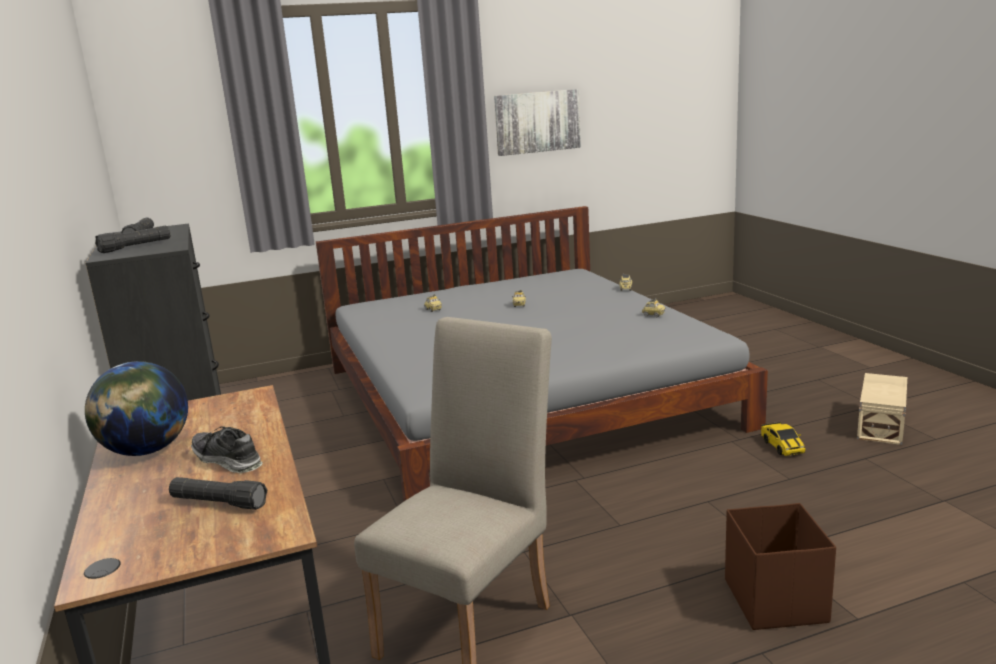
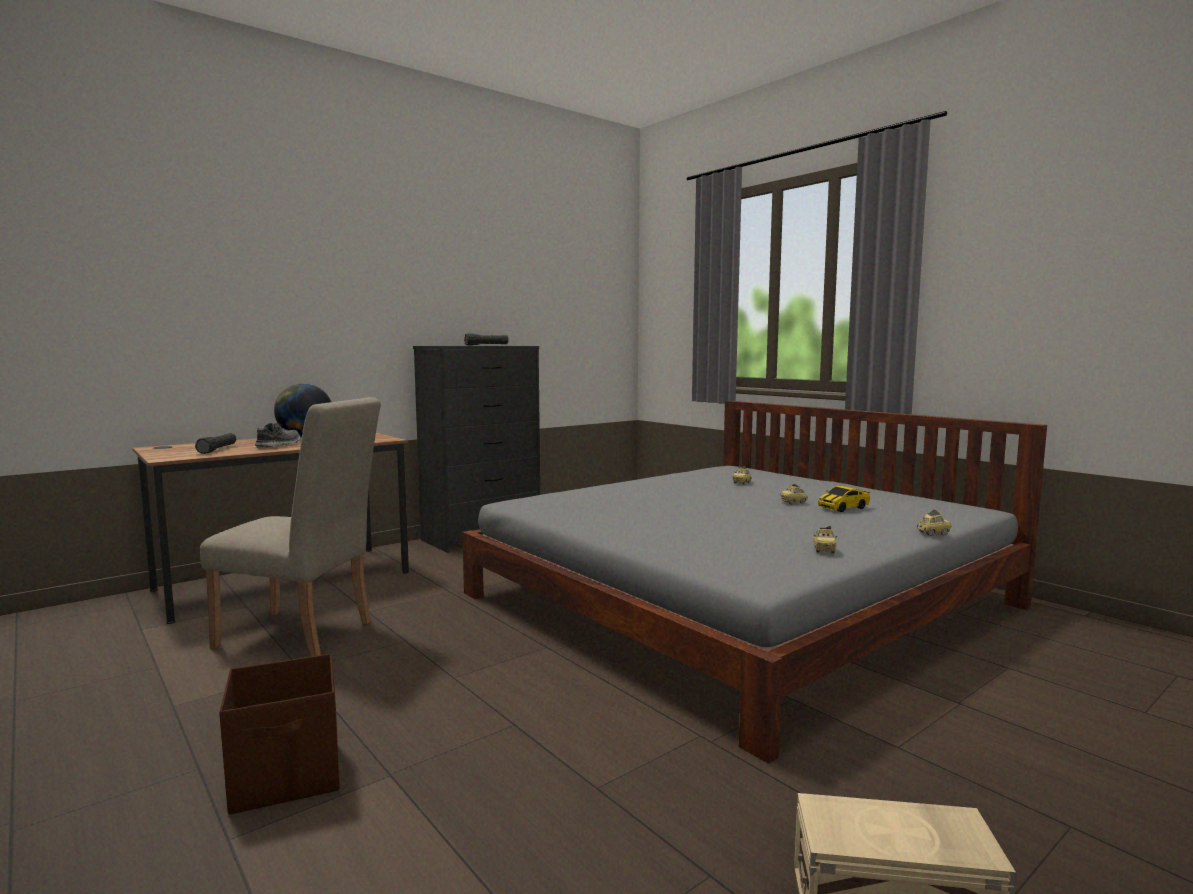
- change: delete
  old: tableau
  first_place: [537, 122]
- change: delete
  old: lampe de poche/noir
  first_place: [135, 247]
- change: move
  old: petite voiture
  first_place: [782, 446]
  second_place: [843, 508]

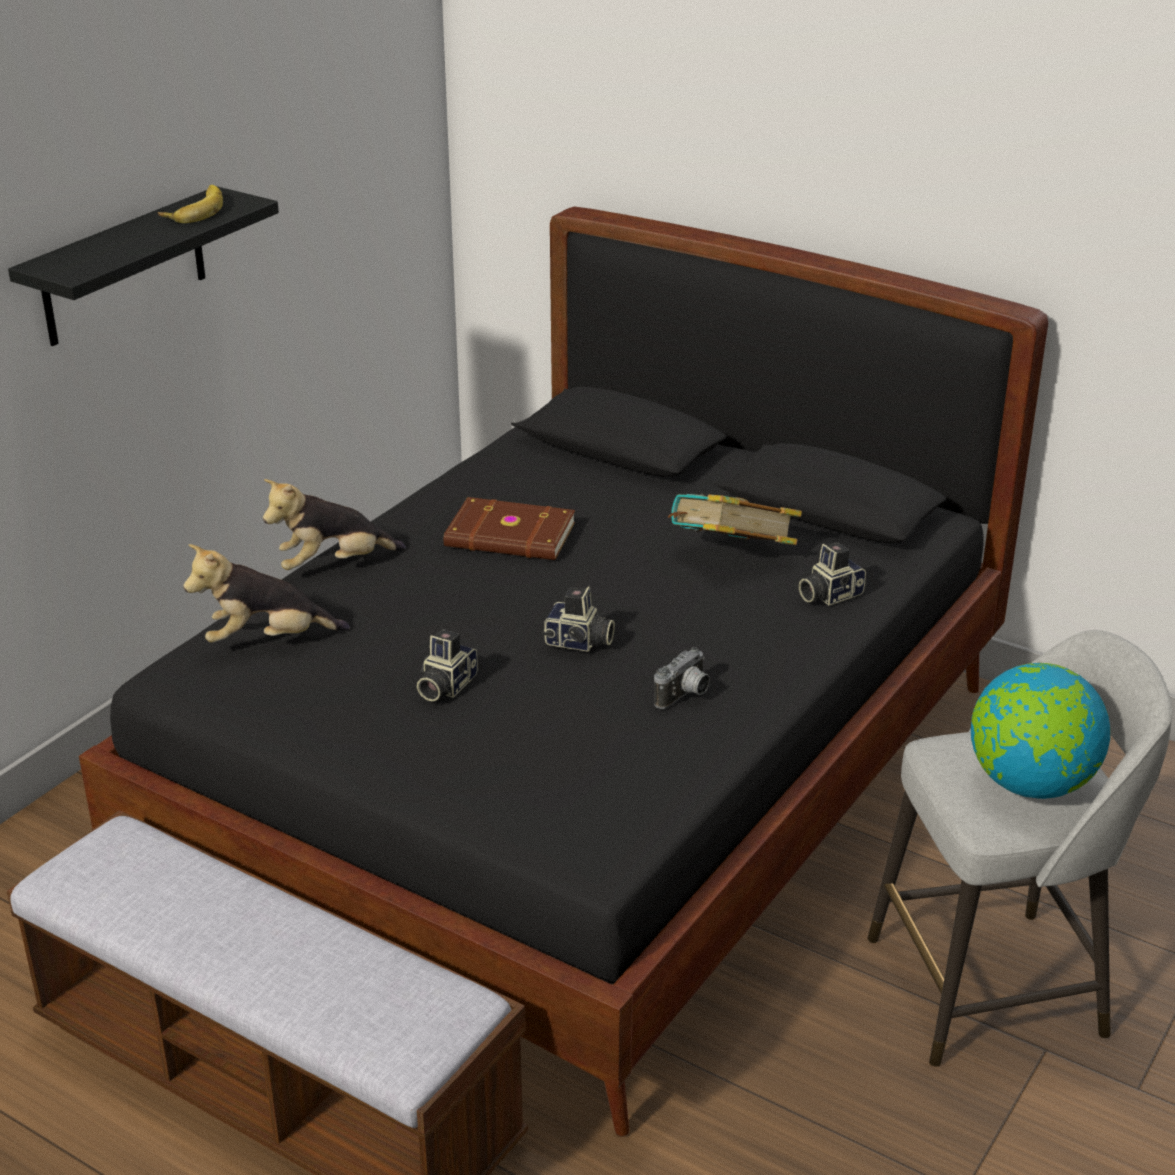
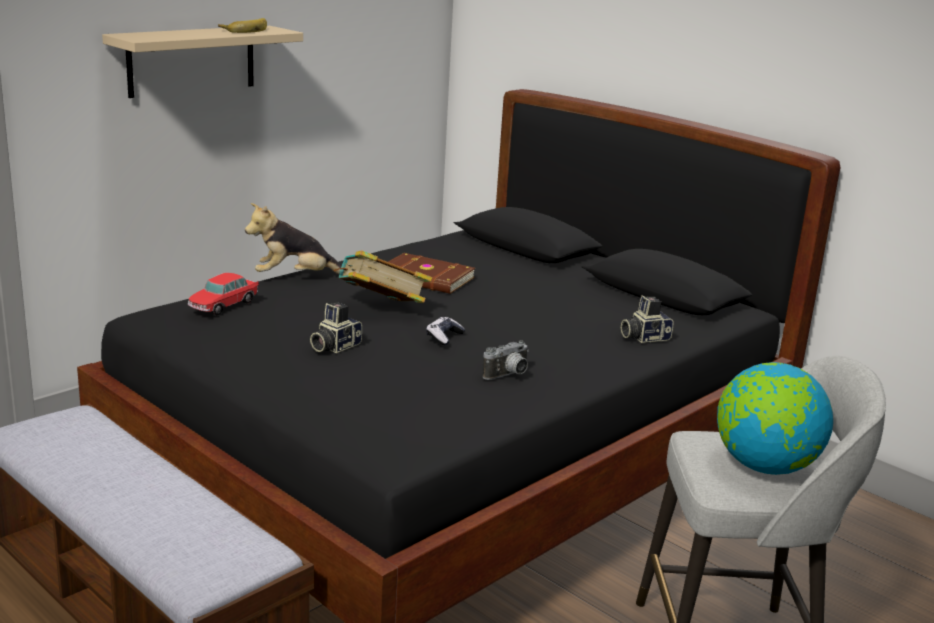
- change: recolor
  old: étagère/noir
  new: étagère/beige
  first_place: [124, 268]
  second_place: [192, 60]
- change: move
  old: livre
  first_place: [731, 557]
  second_place: [380, 310]
- change: replace
  old: peluche
  new: petite voiture
  first_place: [267, 640]
  second_place: [223, 305]
- change: replace
  old: appareil photo
  new: manette
  first_place: [579, 642]
  second_place: [444, 337]

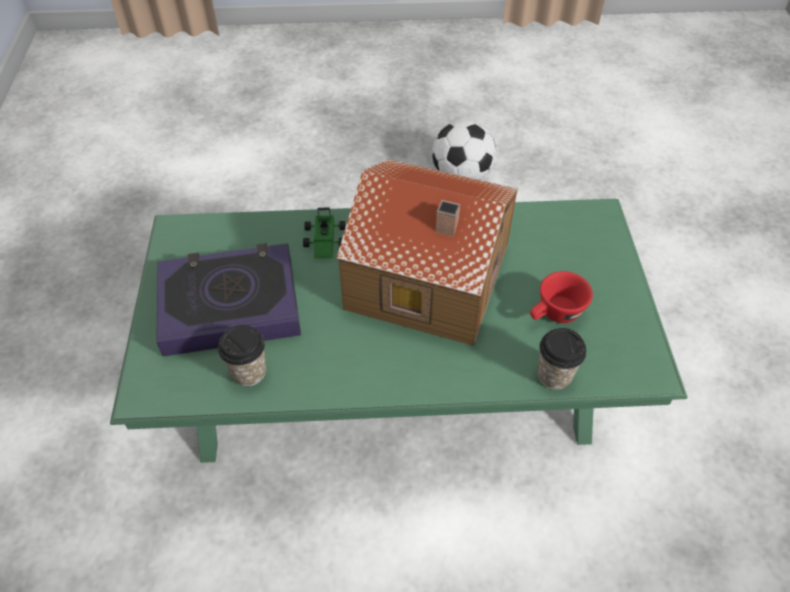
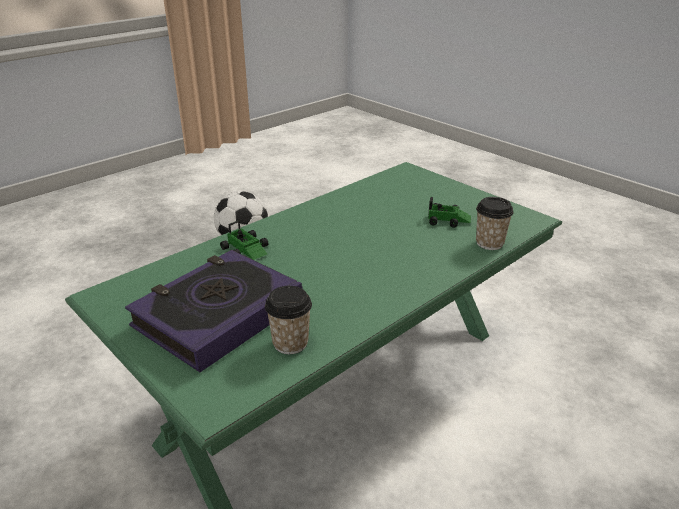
- change: delete
  old: maison miniature
  first_place: [429, 280]
- change: replace
  old: tasse/rouge
  new: petite voiture
  first_place: [555, 314]
  second_place: [449, 218]

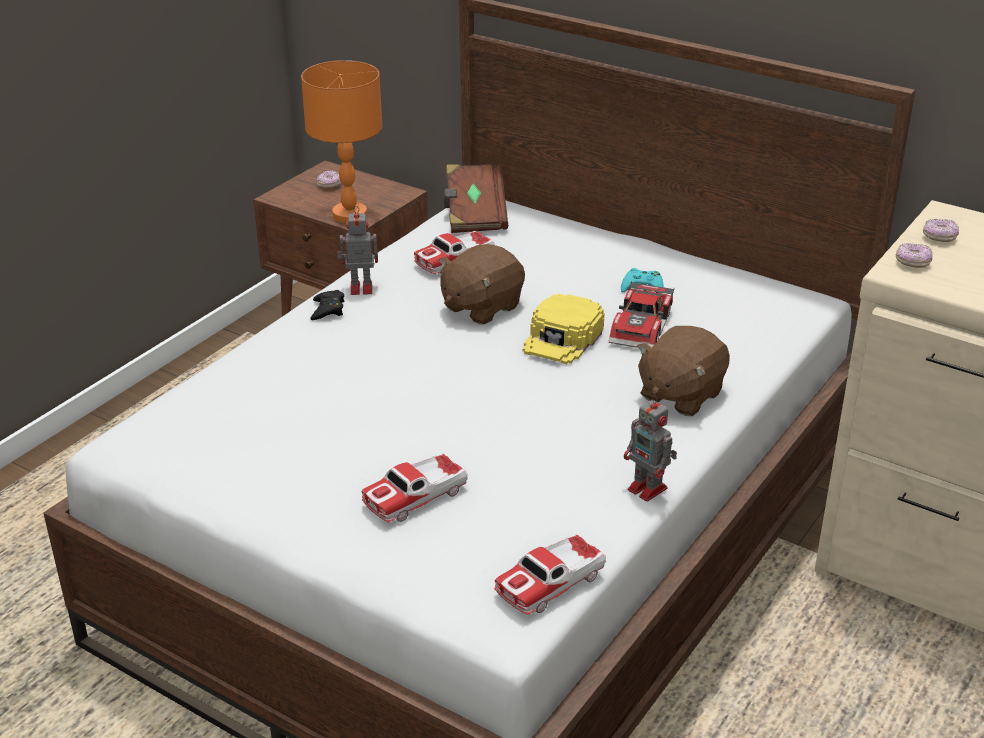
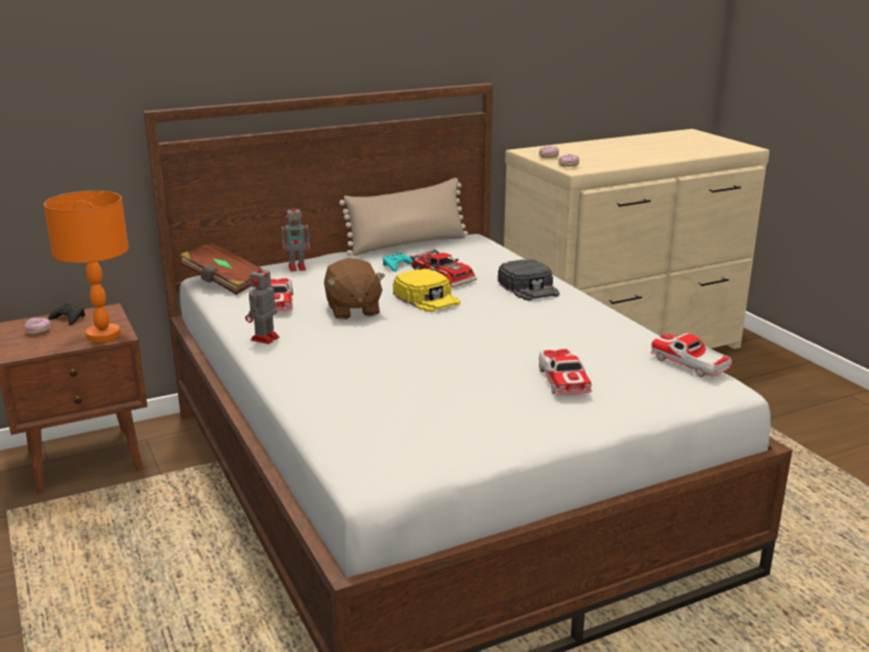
- change: move
  old: manette/noir
  first_place: [328, 309]
  second_place: [68, 318]
- change: replace
  old: peluche/marron
  new: casquette/noir
  first_place: [680, 395]
  second_place: [529, 287]
- change: move
  old: robot jouet
  first_place: [649, 489]
  second_place: [298, 267]
- change: rotate
  old: petite voiture
  first_place: [550, 583]
  second_place: [689, 364]
  degrees: 150
- change: insert
  new: coussin/beige
  second_place: [407, 244]

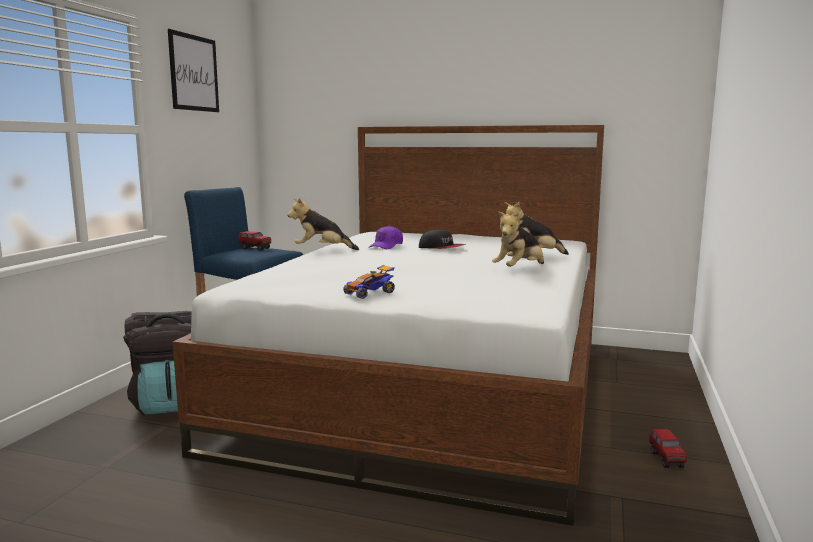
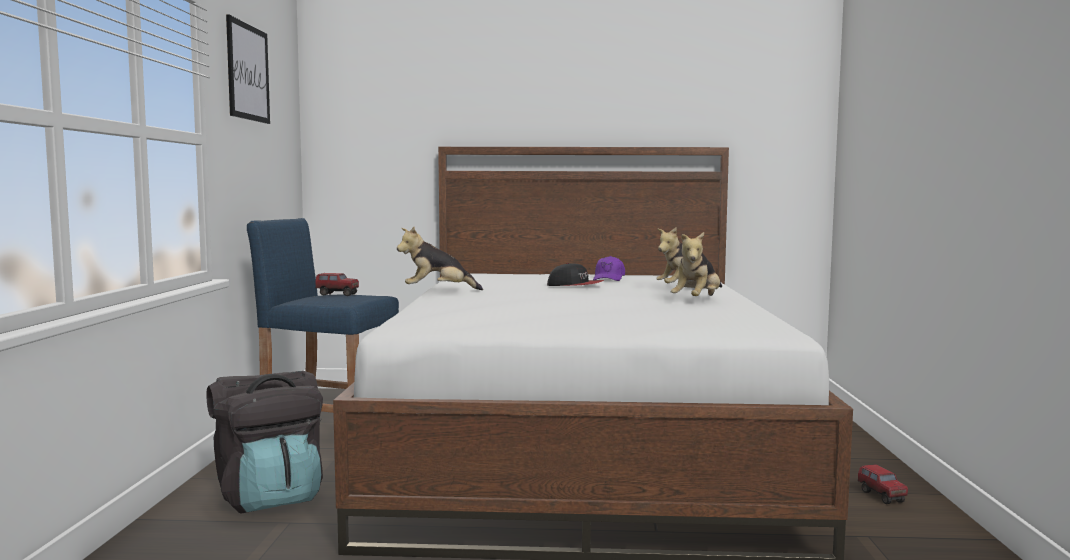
- change: move
  old: casquette/violet
  first_place: [386, 246]
  second_place: [609, 278]
- change: delete
  old: petite voiture
  first_place: [370, 293]

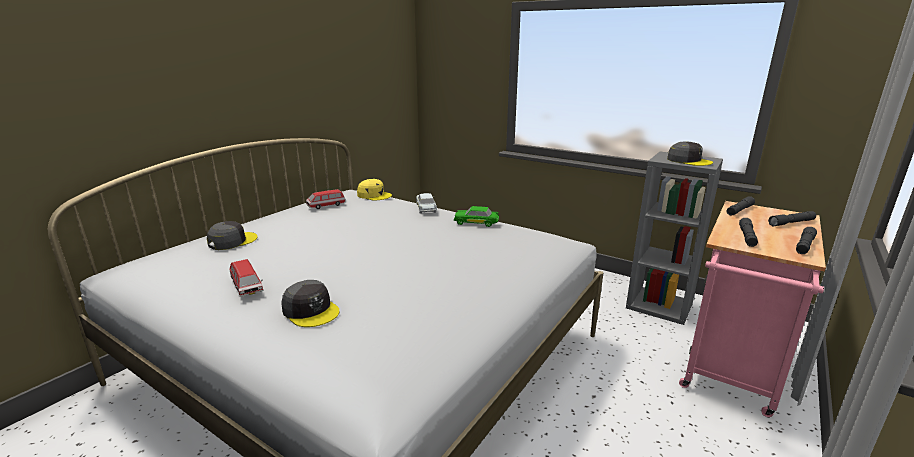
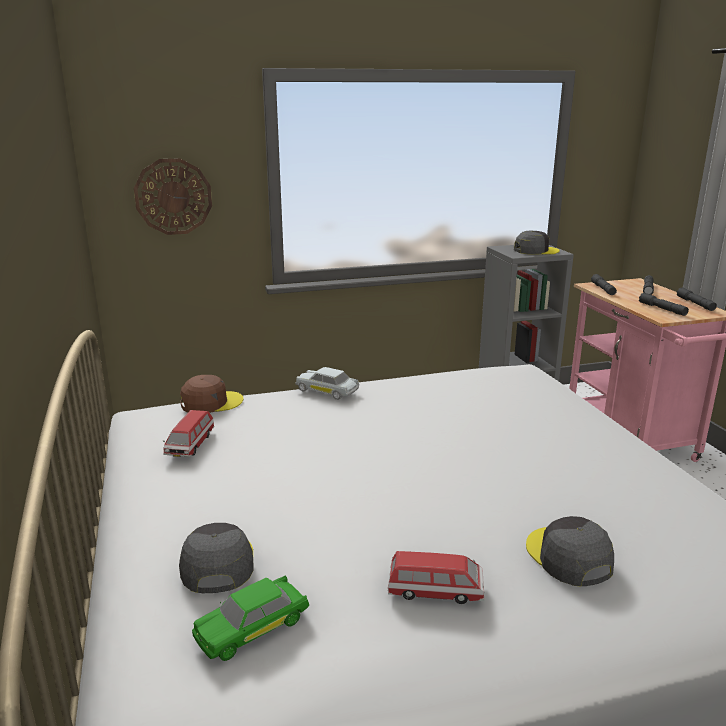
- change: recolor
  old: casquette/jaune
  new: casquette/marron
  first_place: [374, 195]
  second_place: [211, 402]
- change: move
  old: petite voiture/vert
  first_place: [476, 222]
  second_place: [253, 628]
- change: rotate
  old: casquette/gris
  first_place: [311, 310]
  second_place: [568, 557]
  degrees: -105
- change: insert
  new: horloge murale
  second_place: [173, 197]

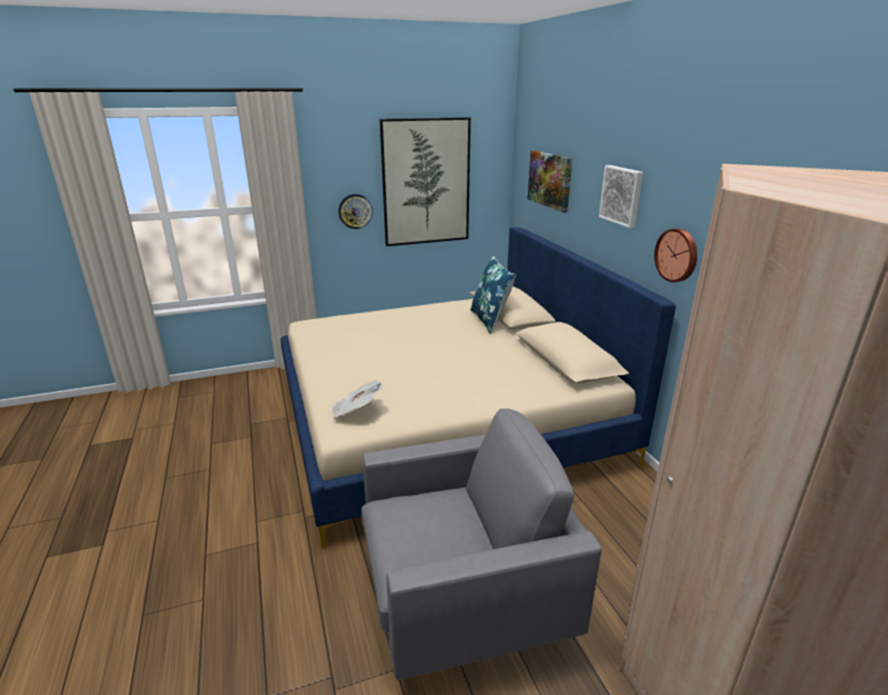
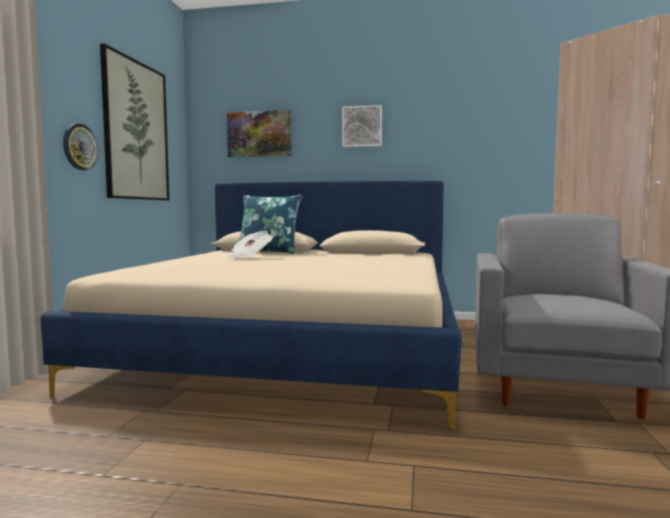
- change: delete
  old: horloge murale
  first_place: [677, 255]
- change: move
  old: journal
  first_place: [356, 411]
  second_place: [249, 257]

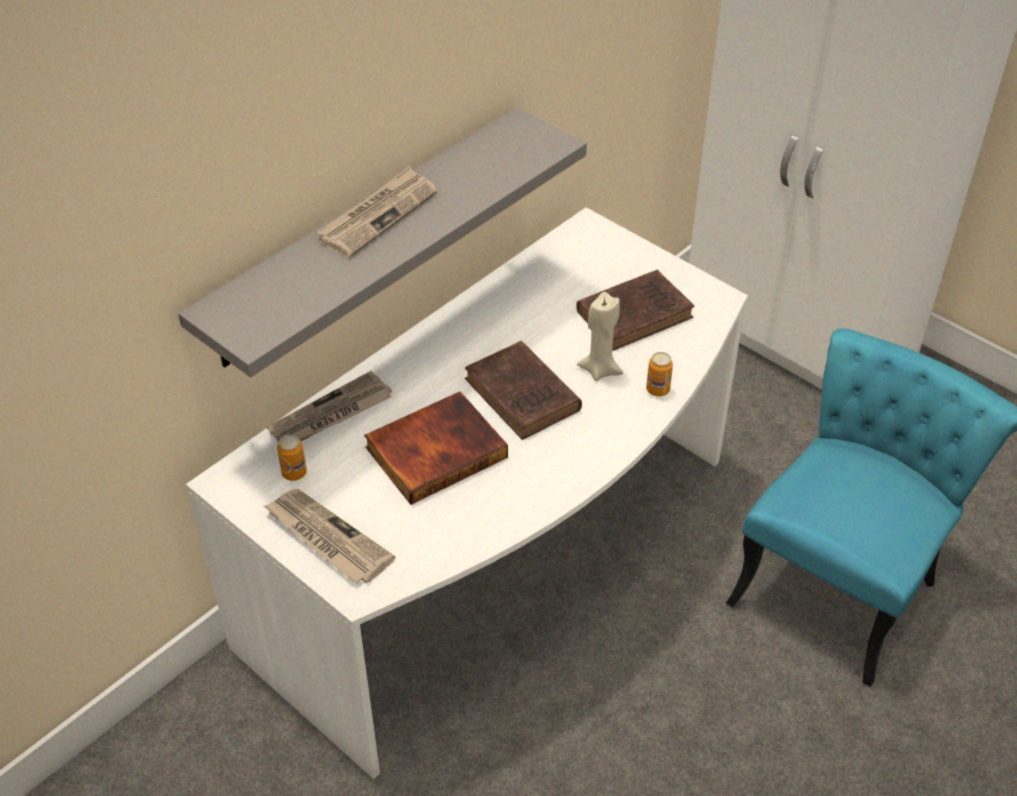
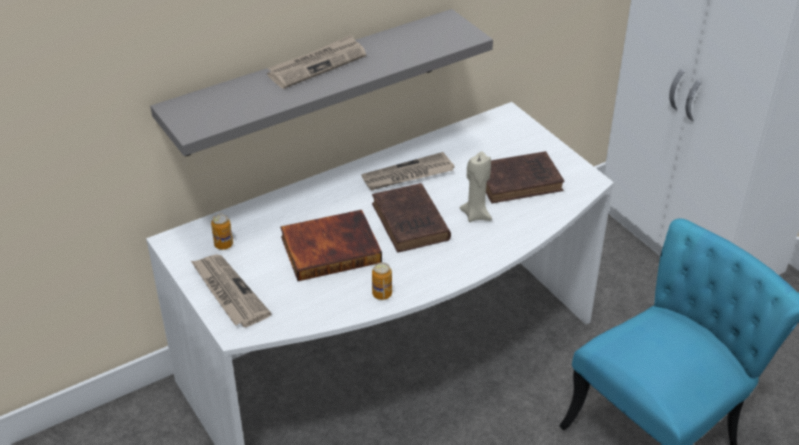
- change: move
  old: boîte métallique
  first_place: [657, 389]
  second_place: [382, 294]
- change: move
  old: journal
  first_place: [330, 415]
  second_place: [407, 175]

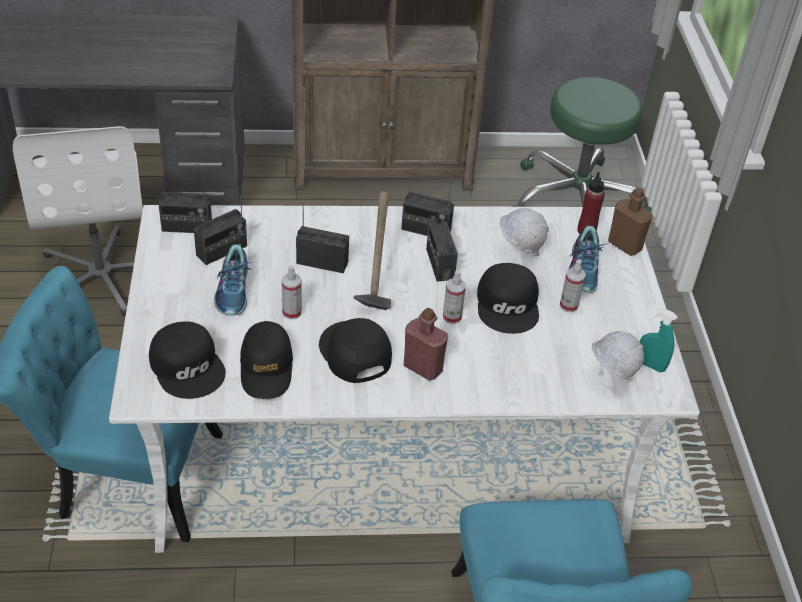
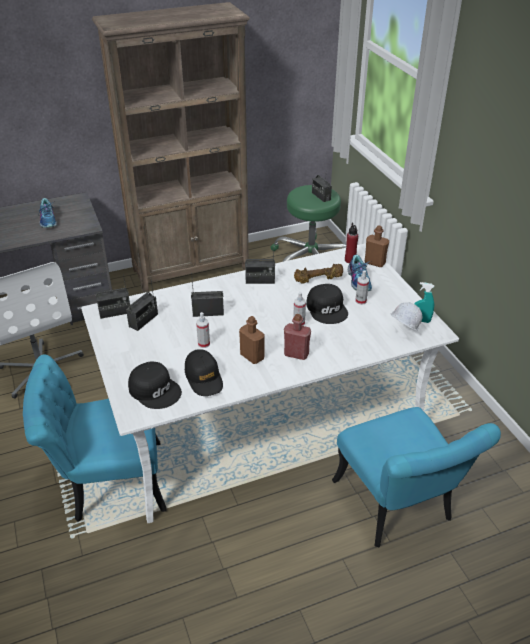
- change: delete
  old: marteau
  first_place: [375, 281]
- change: replace
  old: casque de chantier/blanc
  new: haltère/marron
  first_place: [518, 252]
  second_place: [318, 280]
- change: move
  old: radio
  first_place: [439, 264]
  second_place: [321, 196]
- change: move
  old: chaussure
  first_place: [234, 291]
  second_place: [48, 220]
- change: replace
  old: casquette/noir
  new: bouteille/marron
  first_place: [354, 353]
  second_place: [252, 356]

